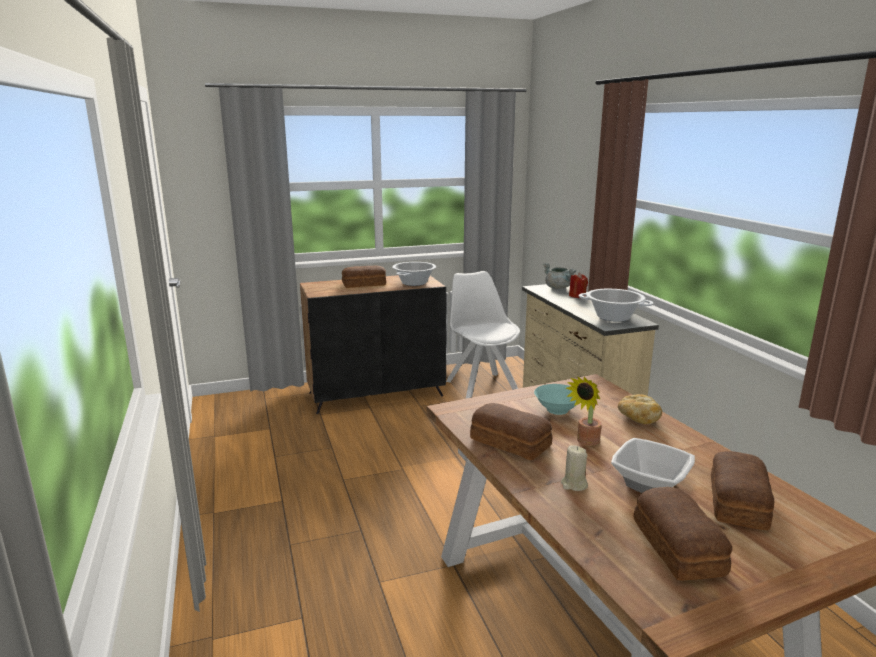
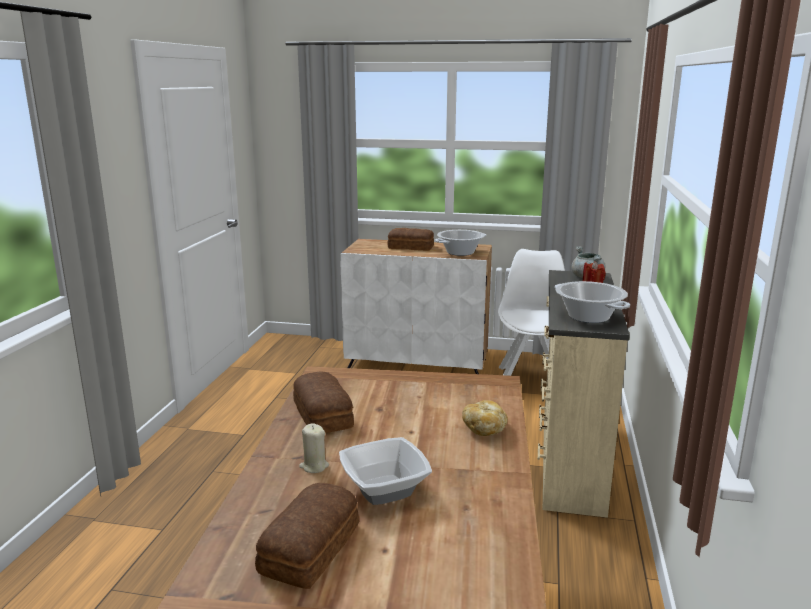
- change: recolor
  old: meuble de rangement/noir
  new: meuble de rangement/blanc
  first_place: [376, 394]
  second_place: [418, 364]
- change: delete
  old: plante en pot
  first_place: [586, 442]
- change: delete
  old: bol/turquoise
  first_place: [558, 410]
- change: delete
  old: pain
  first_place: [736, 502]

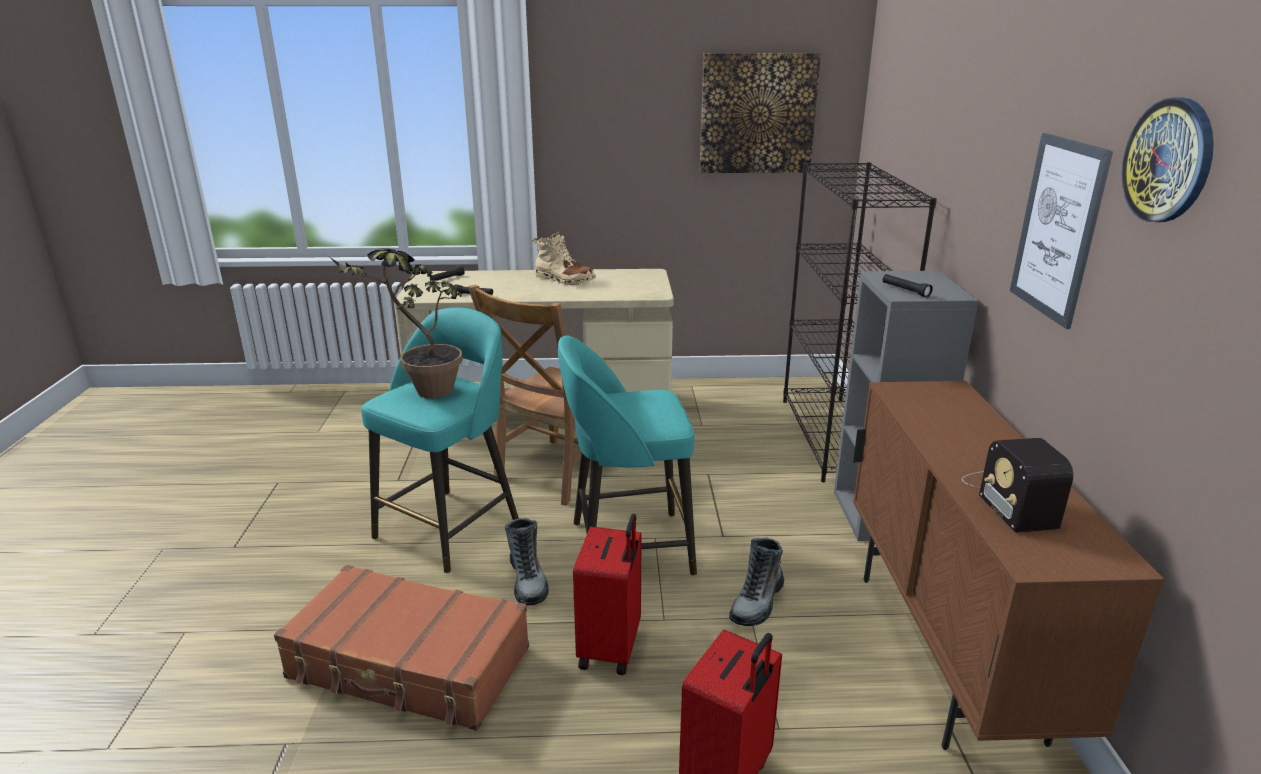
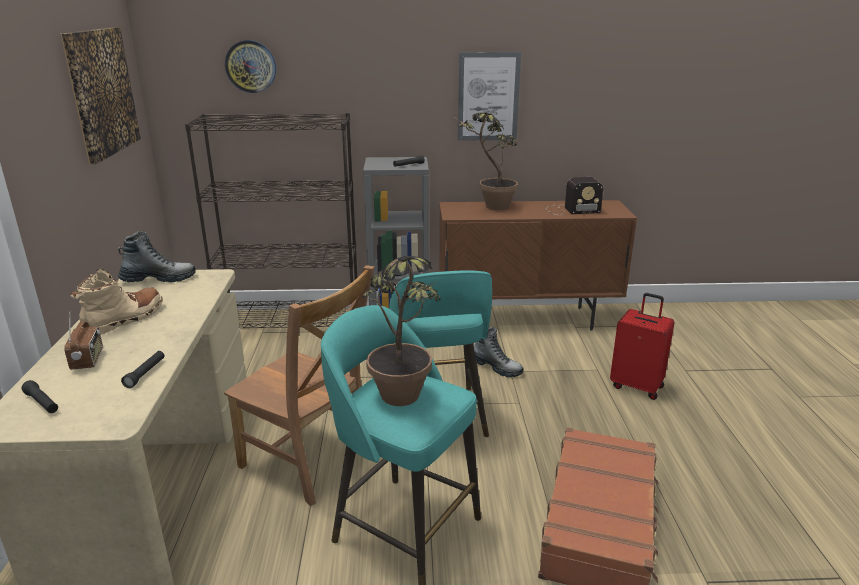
- change: move
  old: horloge murale
  first_place: [1168, 161]
  second_place: [251, 66]
- change: delete
  old: valise/rouge
  first_place: [611, 648]
- change: move
  old: botte
  first_place: [528, 581]
  second_place: [159, 279]
- change: insert
  new: plante en pot
  second_place: [490, 208]
- change: insert
  new: radio
  second_place: [88, 360]

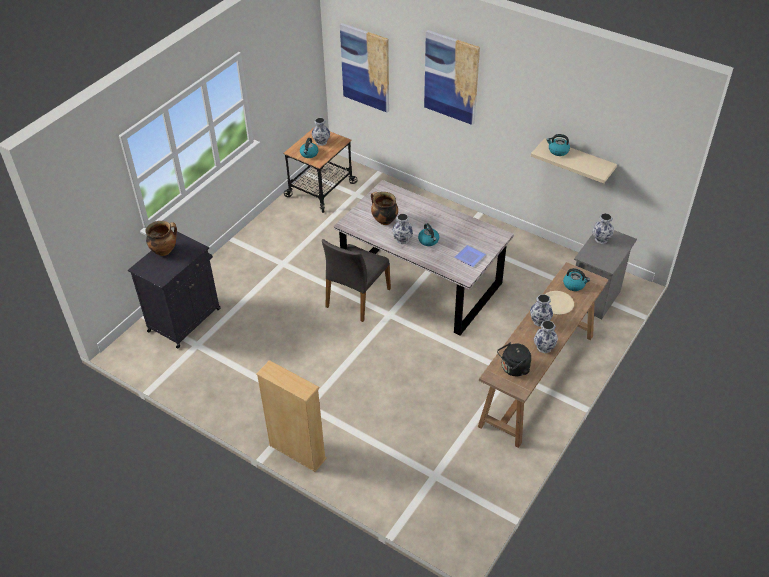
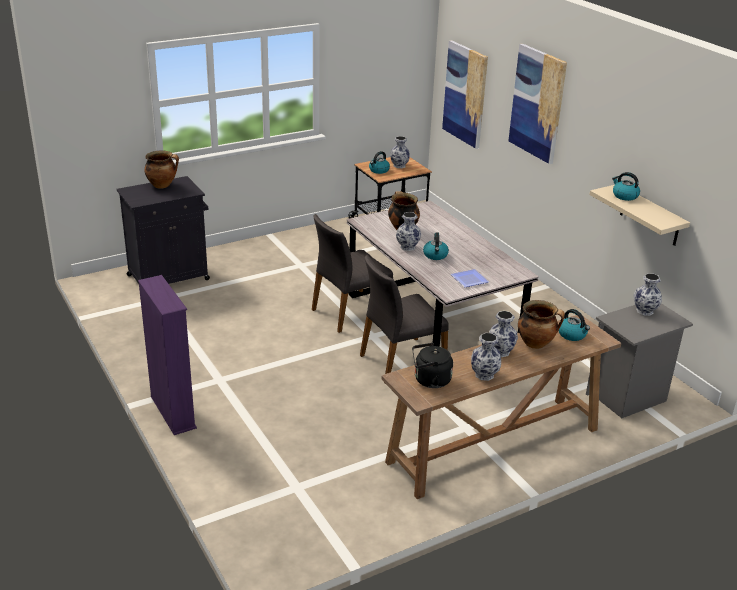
- change: replace
  old: assiette/beige
  new: marmite
  first_place: [557, 303]
  second_place: [536, 343]
- change: recolor
  old: bibliothèque/beige
  new: bibliothèque/violet
  first_place: [297, 452]
  second_place: [173, 412]
- change: insert
  new: chaise/gris
  second_place: [401, 361]

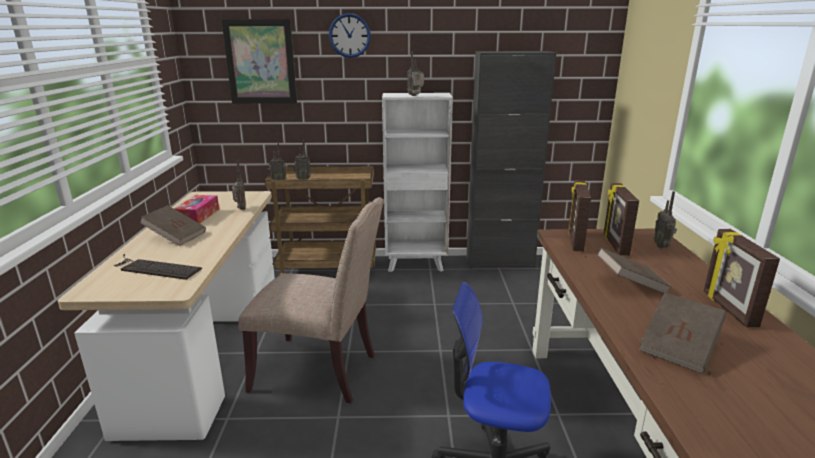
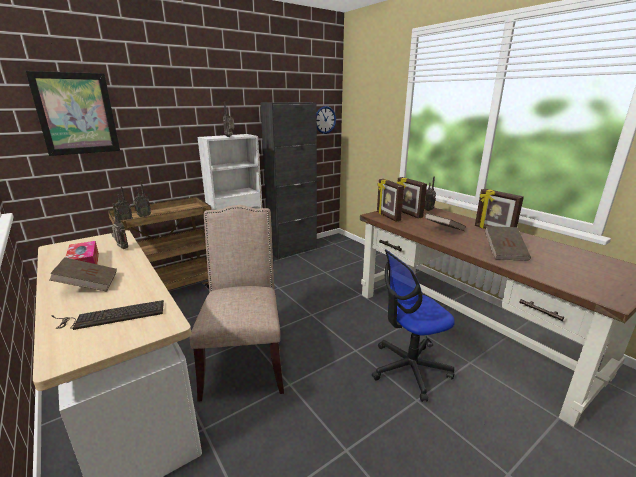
- change: move
  old: horloge murale
  first_place: [349, 35]
  second_place: [325, 120]
- change: rotate
  old: chaise/beige
  first_place: [320, 371]
  second_place: [245, 361]
  degrees: -75

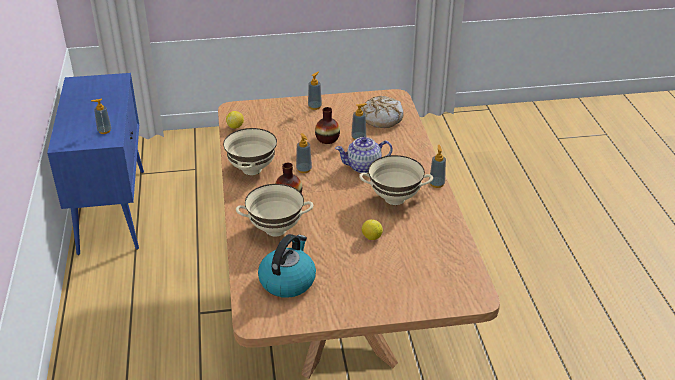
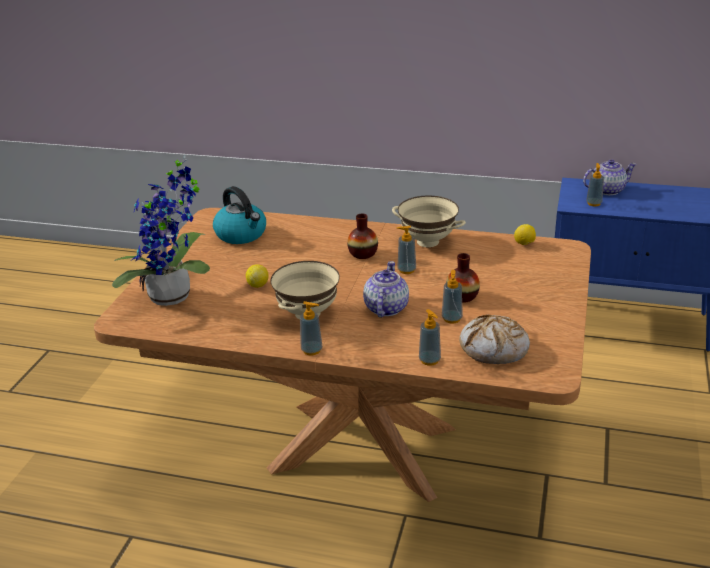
- change: move
  old: distributeur de savon
  first_place: [314, 106]
  second_place: [429, 360]
- change: delete
  old: bol/beige
  first_place: [276, 229]
- change: insert
  new: plante en pot
  second_place: [175, 297]
- change: insert
  new: théière
  second_place: [607, 190]

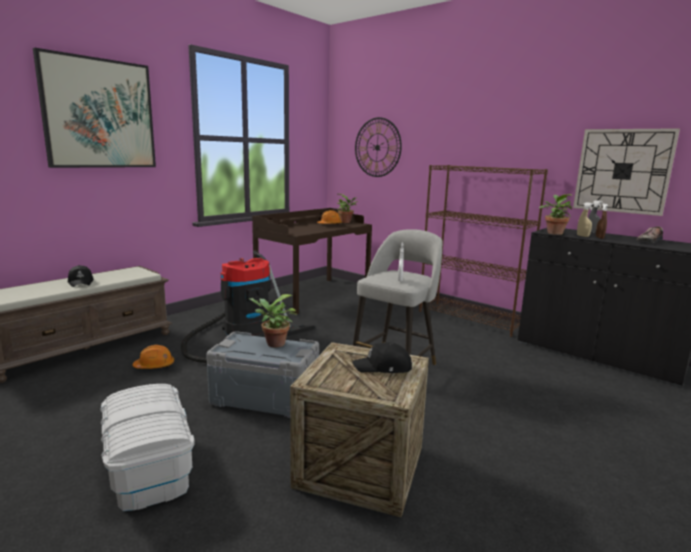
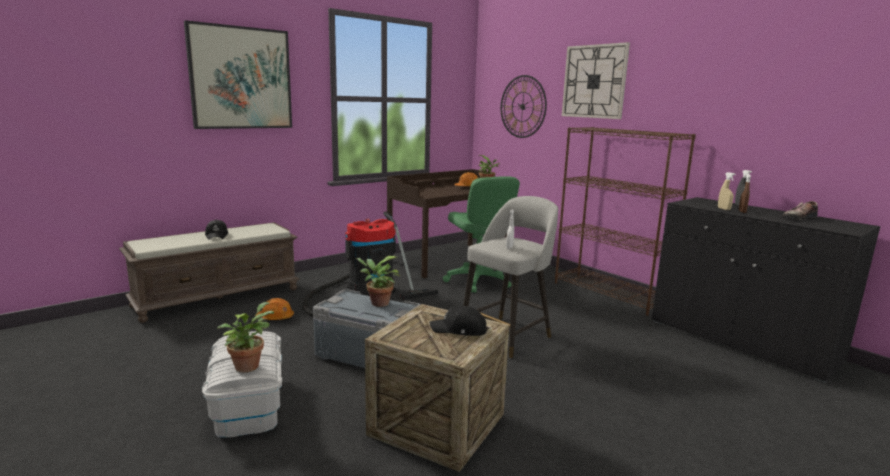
- change: move
  old: horloge murale
  first_place: [622, 171]
  second_place: [594, 81]
- change: move
  old: plante en pot
  first_place: [553, 233]
  second_place: [248, 365]
- change: insert
  new: chaise de bureau/vert
  second_place: [477, 281]

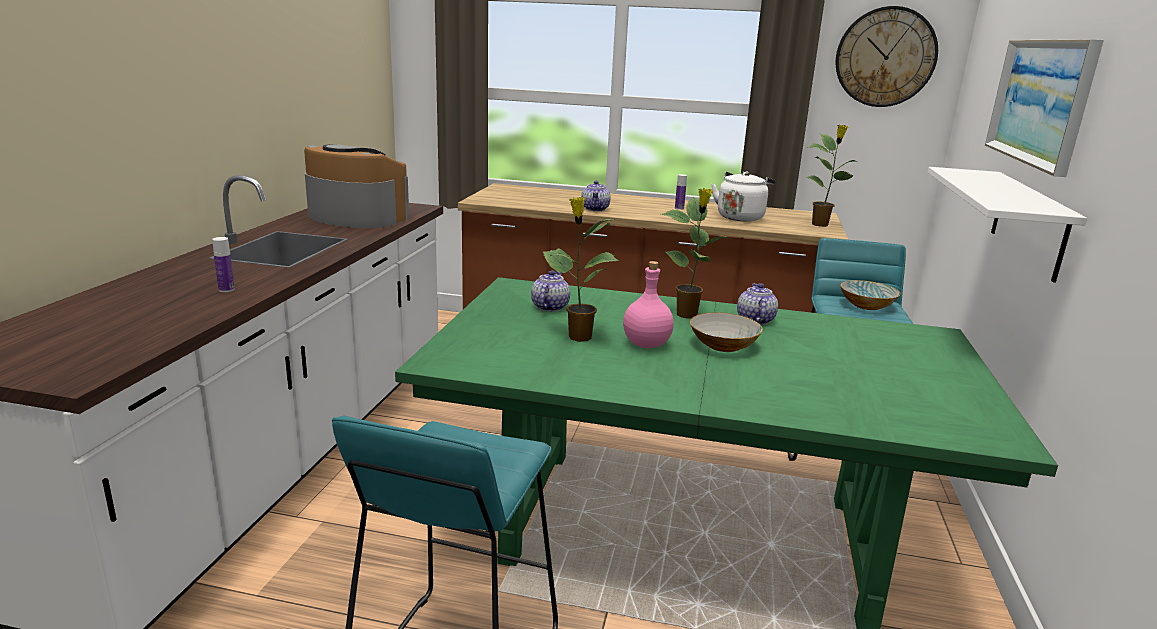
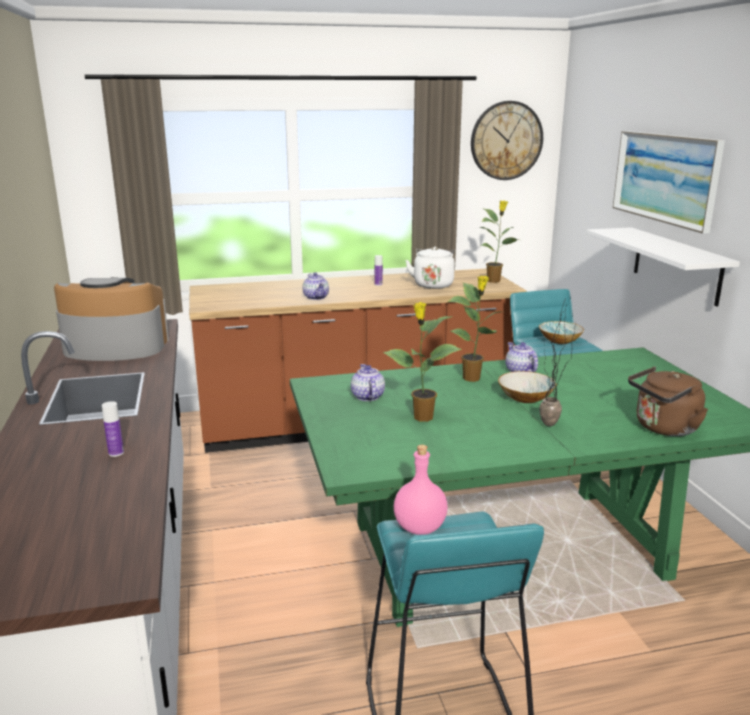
- change: move
  old: bouteille/rose
  first_place: [647, 344]
  second_place: [420, 527]
- change: insert
  new: plante en pot
  second_place: [550, 427]
- change: insert
  new: bouilloire/marron
  second_place: [663, 428]

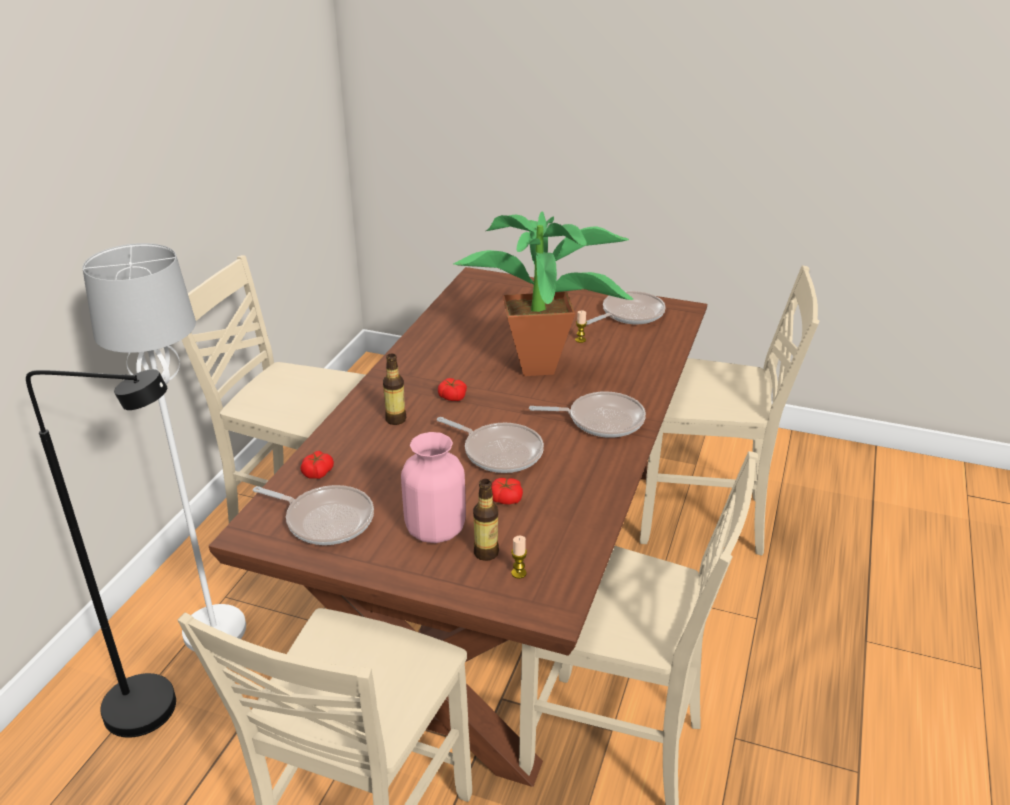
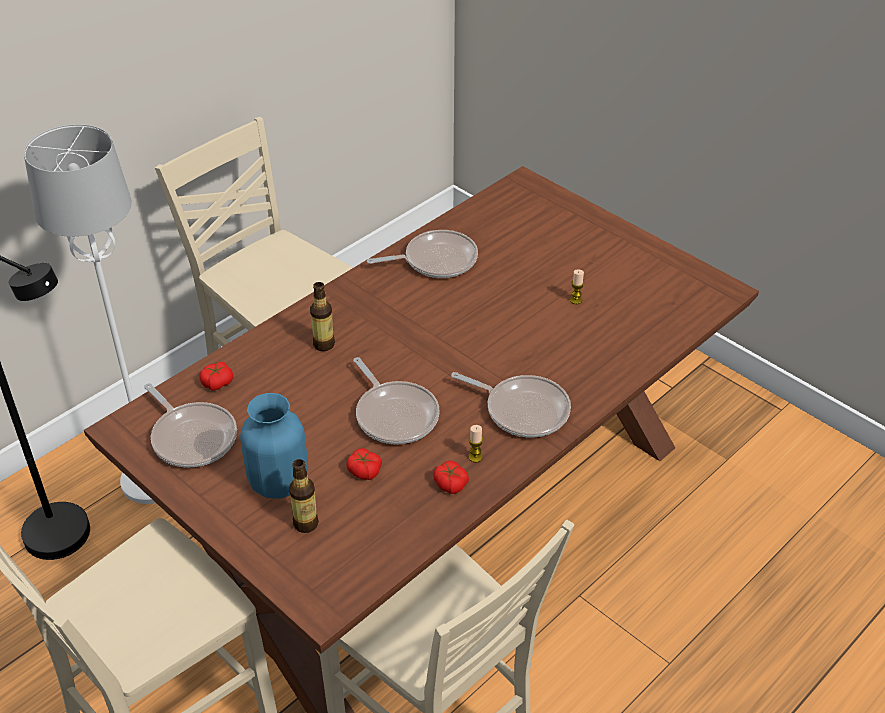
- change: delete
  old: plante en pot
  first_place: [545, 369]
- change: delete
  old: chaise/beige
  first_place: [704, 519]
- change: move
  old: poêle
  first_place: [629, 314]
  second_place: [436, 260]
- change: move
  old: tomate
  first_place: [452, 397]
  second_place: [450, 484]
- change: recolor
  old: vase/rose
  new: vase/bleu
  first_place: [435, 529]
  second_place: [278, 481]
- change: move
  old: bougie
  first_place: [518, 573]
  second_place: [475, 457]

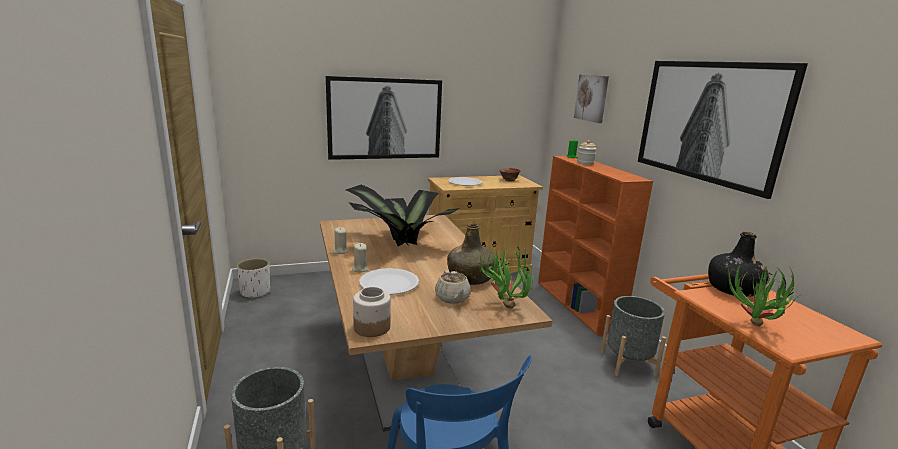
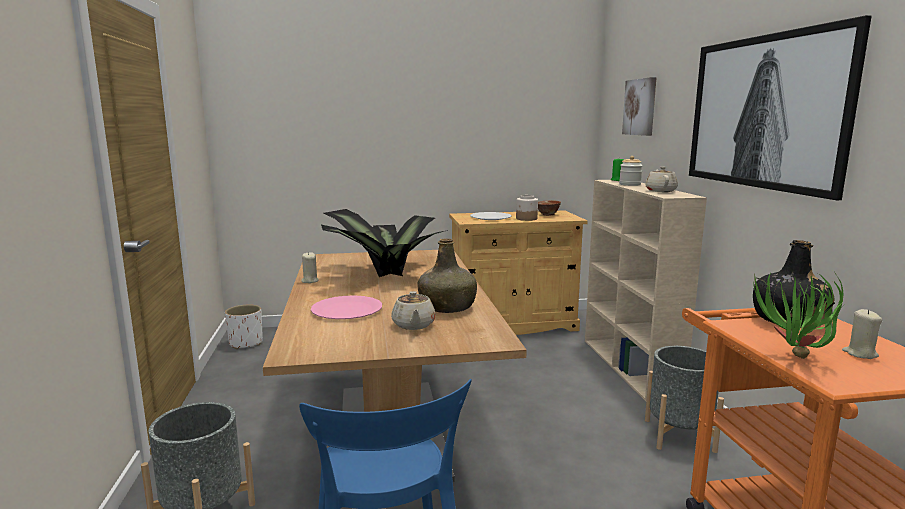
- change: delete
  old: tableau
  first_place: [385, 118]
- change: recolor
  old: bibliothèque/orange
  new: bibliothèque/beige
  first_place: [578, 305]
  second_place: [630, 367]
- change: move
  old: bougie/beige
  first_place: [360, 269]
  second_place: [860, 354]
- change: delete
  old: plante en pot
  first_place: [503, 304]
- change: recolor
  old: assiette/blanc
  new: assiette/rose
  first_place: [389, 283]
  second_place: [347, 310]
- change: move
  old: bocal
  first_place: [372, 327]
  second_place: [526, 219]
- change: insert
  new: théière/beige
  second_place: [660, 191]

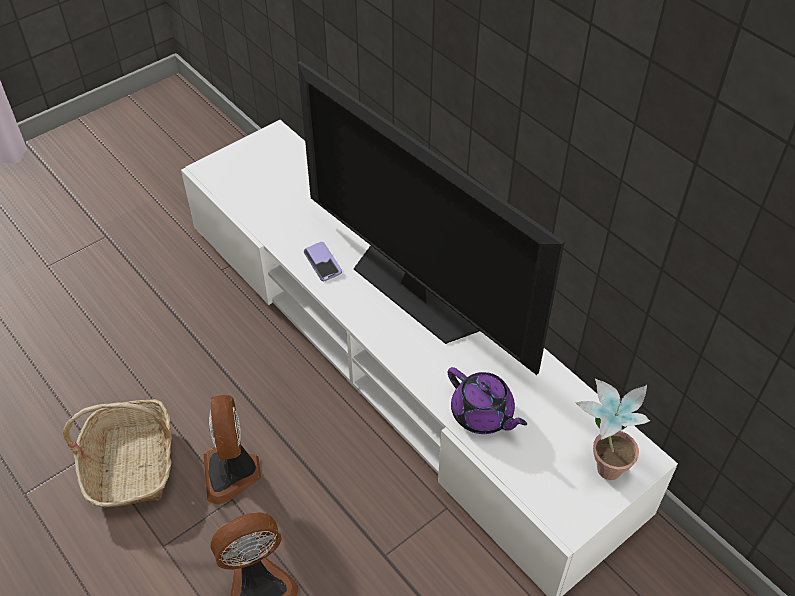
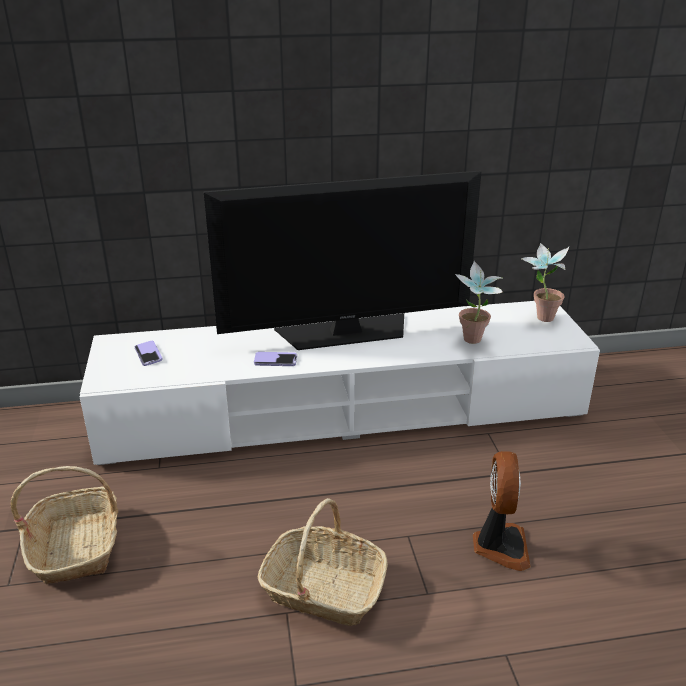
- change: replace
  old: théière/violet
  new: plante en pot
  first_place: [482, 414]
  second_place: [473, 343]
- change: delete
  old: ventilateur
  first_place: [233, 473]
- change: insert
  new: téléphone
  second_place: [148, 354]
- change: insert
  new: panier
  second_place: [76, 546]

